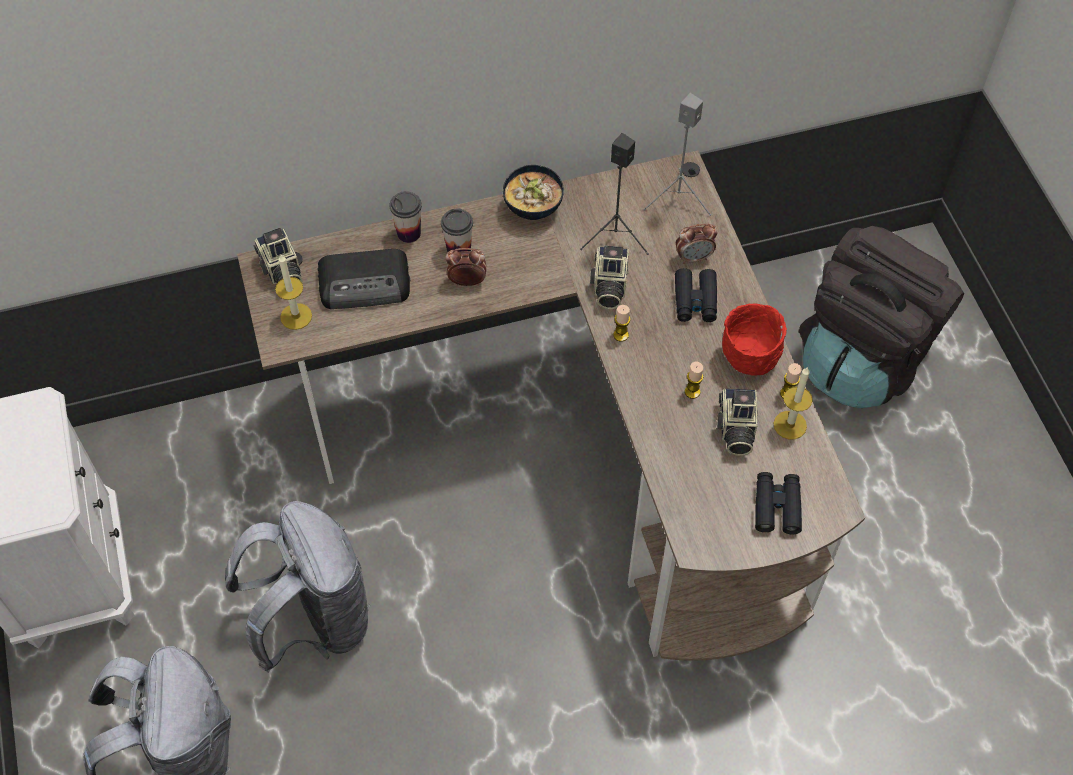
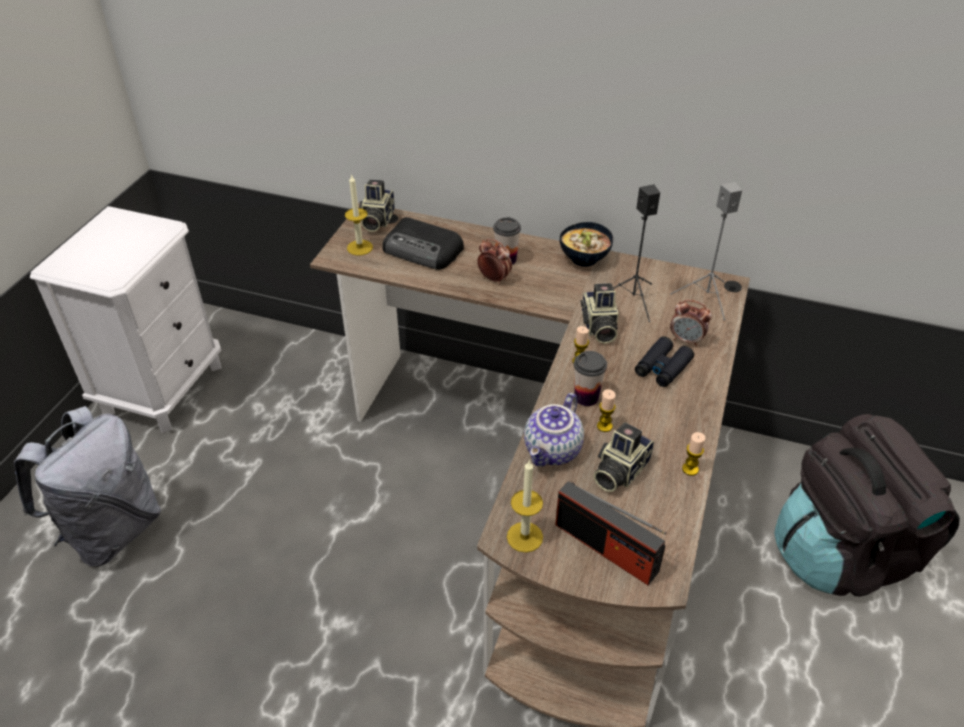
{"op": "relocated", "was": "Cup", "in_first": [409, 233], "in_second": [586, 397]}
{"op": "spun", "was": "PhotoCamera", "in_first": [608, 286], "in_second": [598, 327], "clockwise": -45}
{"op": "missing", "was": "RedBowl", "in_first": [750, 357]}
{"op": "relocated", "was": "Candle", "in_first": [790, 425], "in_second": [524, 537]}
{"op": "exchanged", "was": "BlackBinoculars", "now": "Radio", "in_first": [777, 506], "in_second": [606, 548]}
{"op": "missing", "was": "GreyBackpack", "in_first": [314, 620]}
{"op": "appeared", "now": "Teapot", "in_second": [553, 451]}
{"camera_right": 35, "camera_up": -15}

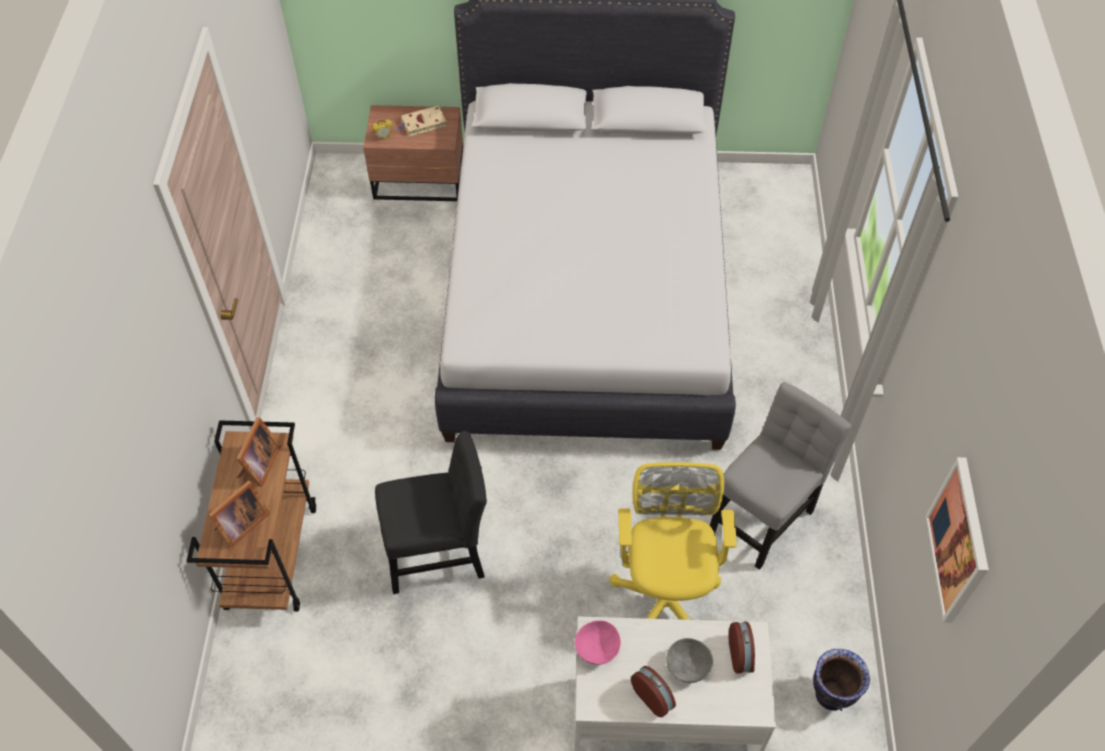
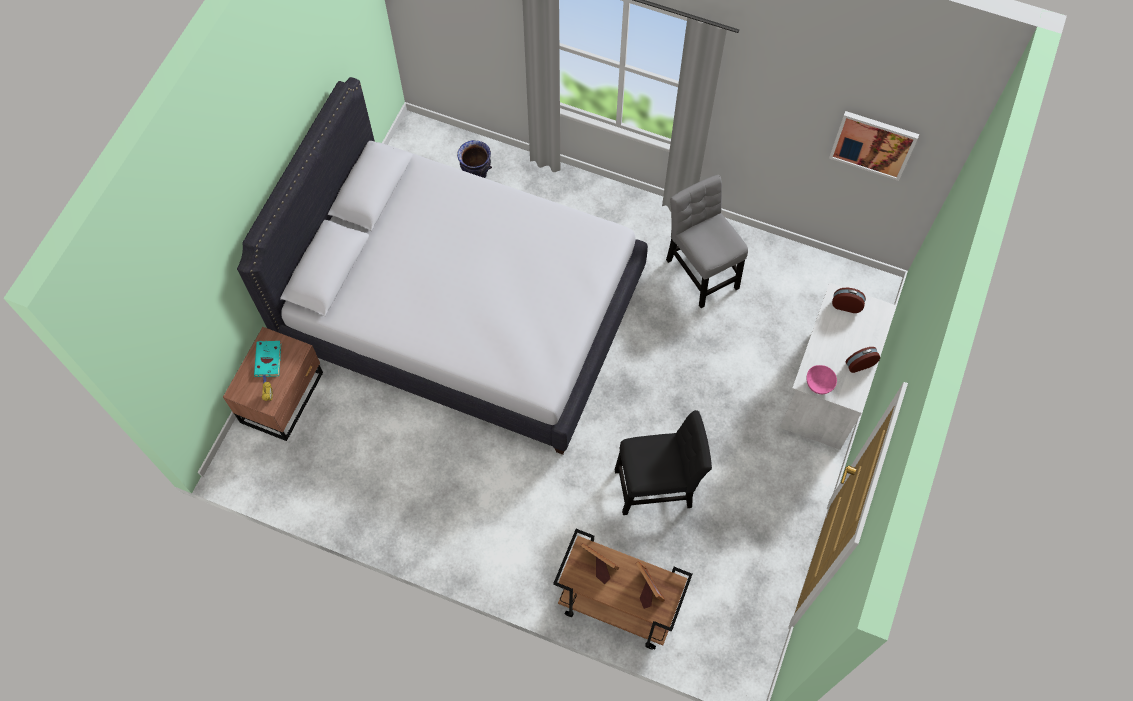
{"op": "colour", "was": "BeigeBook", "now": "TurquoiseBook", "in_first": [422, 123], "in_second": [268, 361]}
{"op": "spun", "was": "BlackChair", "in_first": [439, 554], "in_second": [657, 486], "clockwise": 75}
{"op": "missing", "was": "YellowOfficeChair", "in_first": [665, 597]}
{"op": "missing", "was": "GreyBowl", "in_first": [686, 667]}
{"op": "relocated", "was": "Vase", "in_first": [831, 695], "in_second": [477, 174]}
{"camera_right": -70, "camera_up": 10}

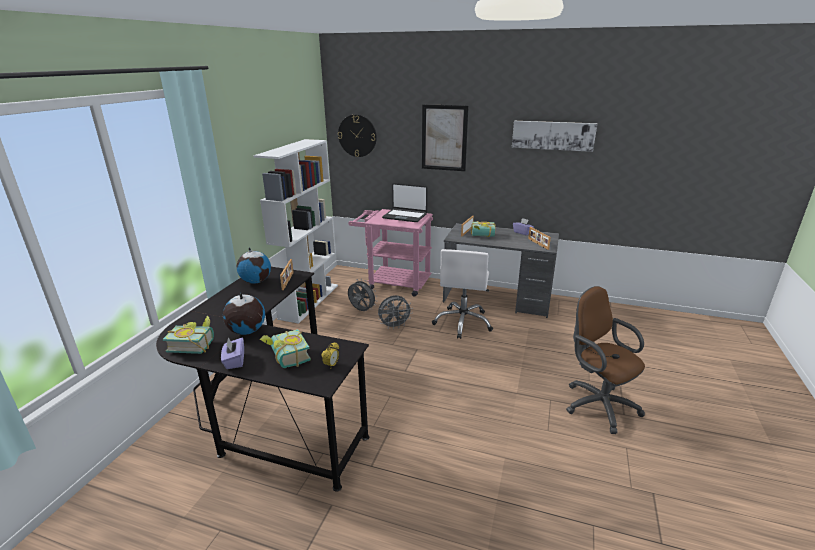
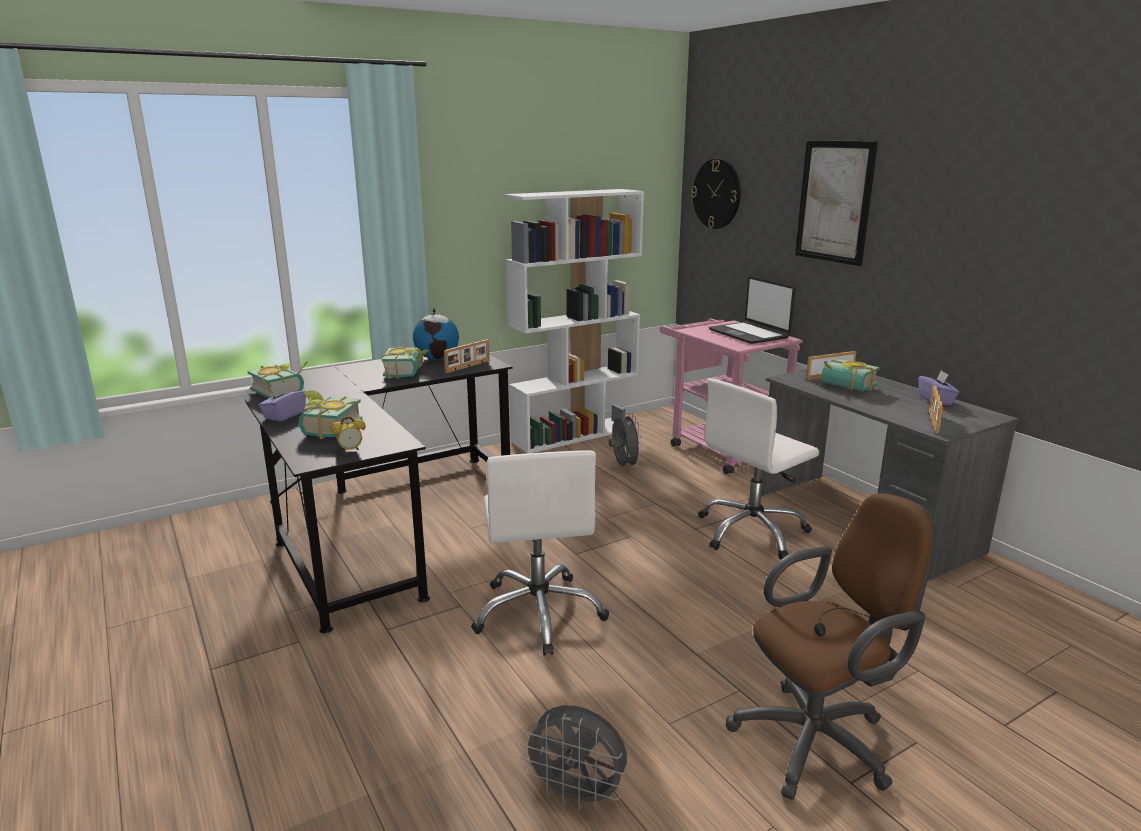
{"op": "missing", "was": "Picture", "in_first": [553, 135]}
{"op": "spun", "was": "BrownOfficeChair", "in_first": [597, 404], "in_second": [819, 739], "clockwise": 60}
{"op": "missing", "was": "Globe", "in_first": [247, 331]}
{"op": "relocated", "was": "GreyFan", "in_first": [394, 326], "in_second": [577, 795]}
{"op": "appeared", "now": "Book", "in_second": [408, 373]}
{"op": "appeared", "now": "WhiteOfficeChair", "in_second": [539, 613]}
{"camera_right": 40, "camera_up": -5}

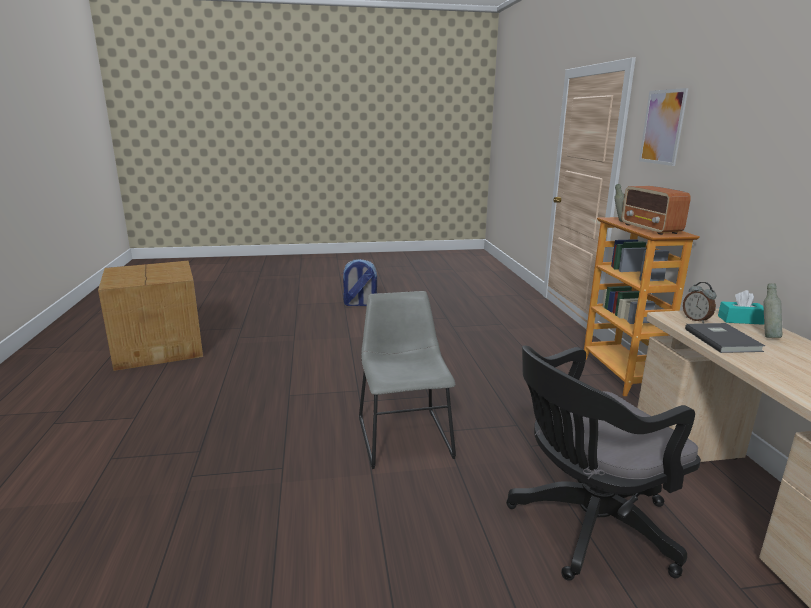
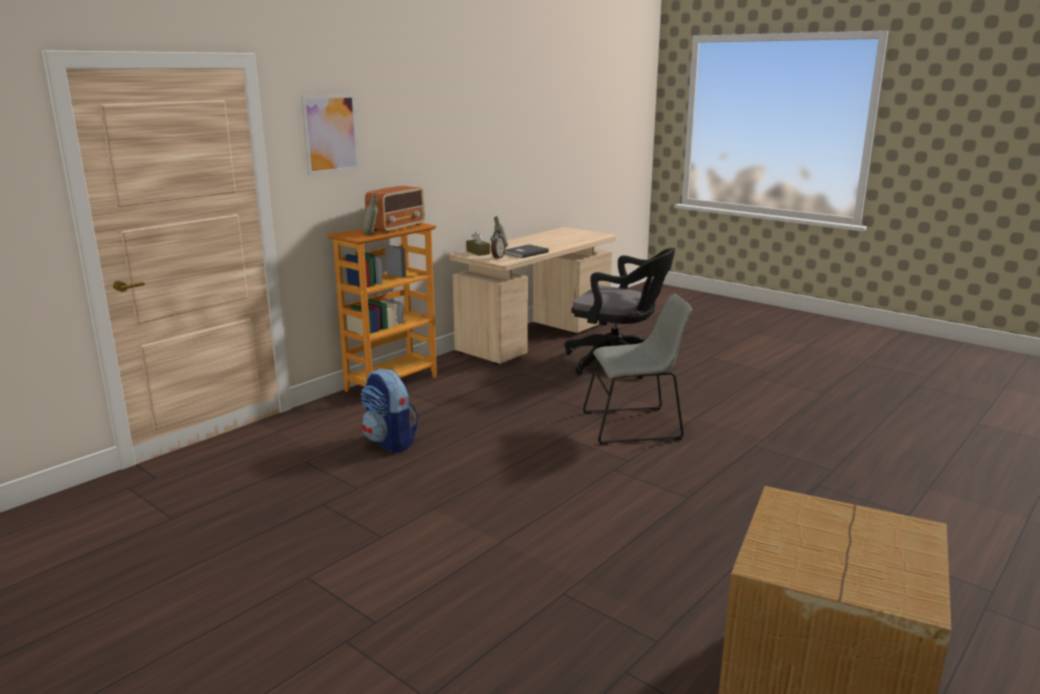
{"op": "relocated", "was": "Backpack", "in_first": [359, 304], "in_second": [390, 442]}
{"op": "colour", "was": "TurquoiseTissueBox", "now": "BrownTissueBox", "in_first": [740, 320], "in_second": [478, 252]}
{"op": "spun", "was": "GreyChair", "in_first": [403, 434], "in_second": [636, 425], "clockwise": -135}
{"camera_right": -130, "camera_up": 0}

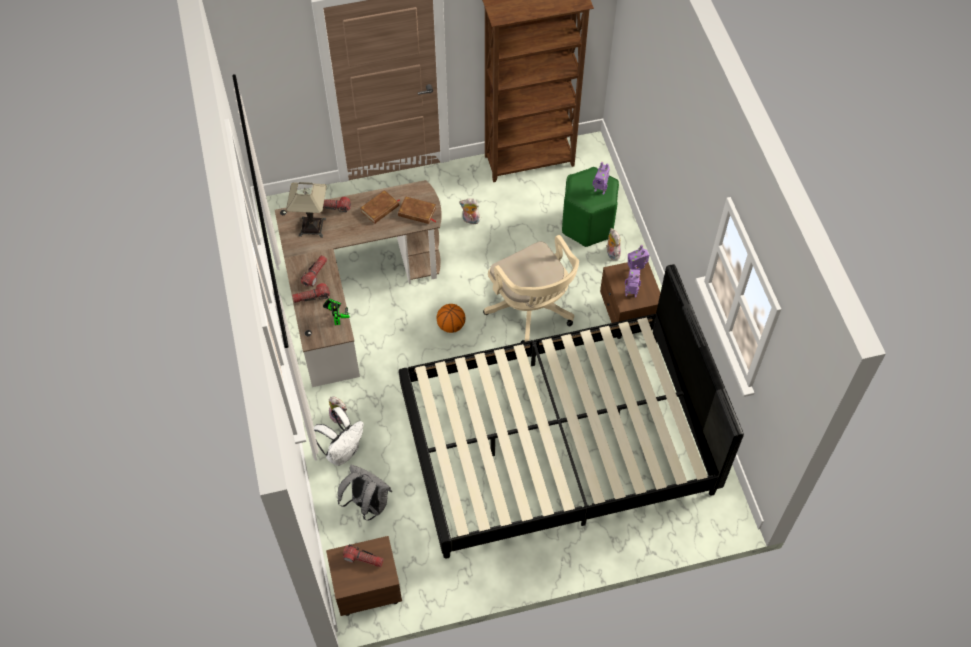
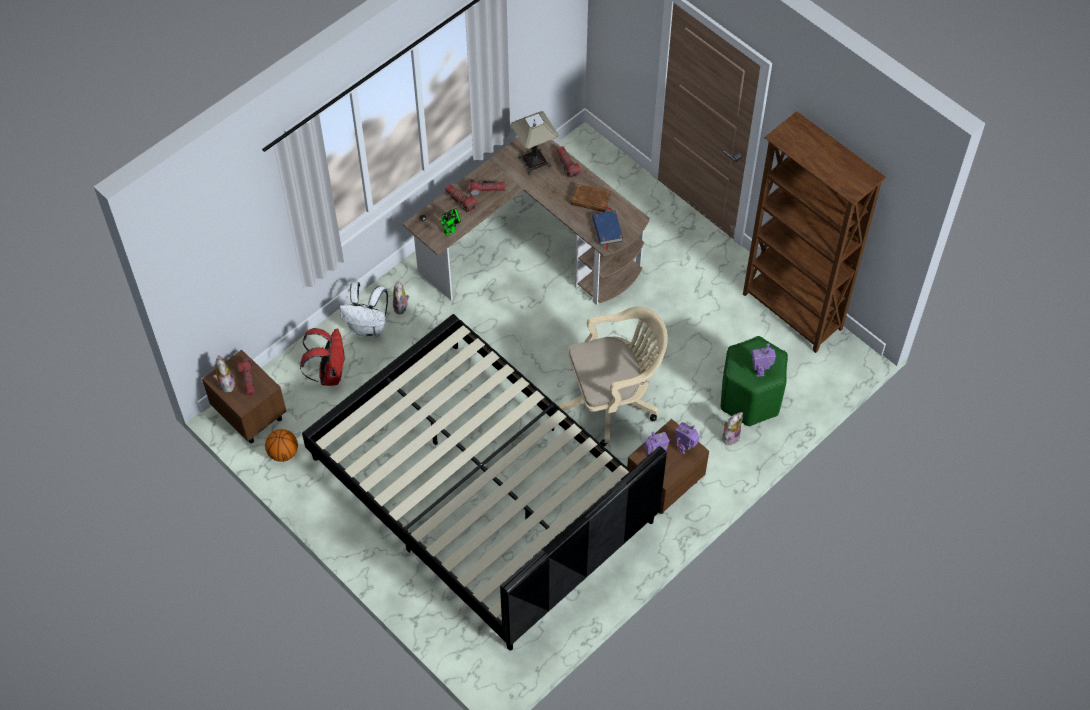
{"op": "colour", "was": "BrownBook", "now": "BlueBook", "in_first": [417, 212], "in_second": [607, 230]}
{"op": "relocated", "was": "PlushToy", "in_first": [470, 220], "in_second": [225, 383]}
{"op": "spun", "was": "BeigeOfficeChair", "in_first": [532, 311], "in_second": [613, 401], "clockwise": -135}
{"op": "relocated", "was": "Basketball", "in_first": [451, 326], "in_second": [283, 453]}
{"op": "colour", "was": "GreyBackpack", "now": "RedBackpack", "in_first": [367, 504], "in_second": [329, 373]}
{"camera_right": 60, "camera_up": 0}

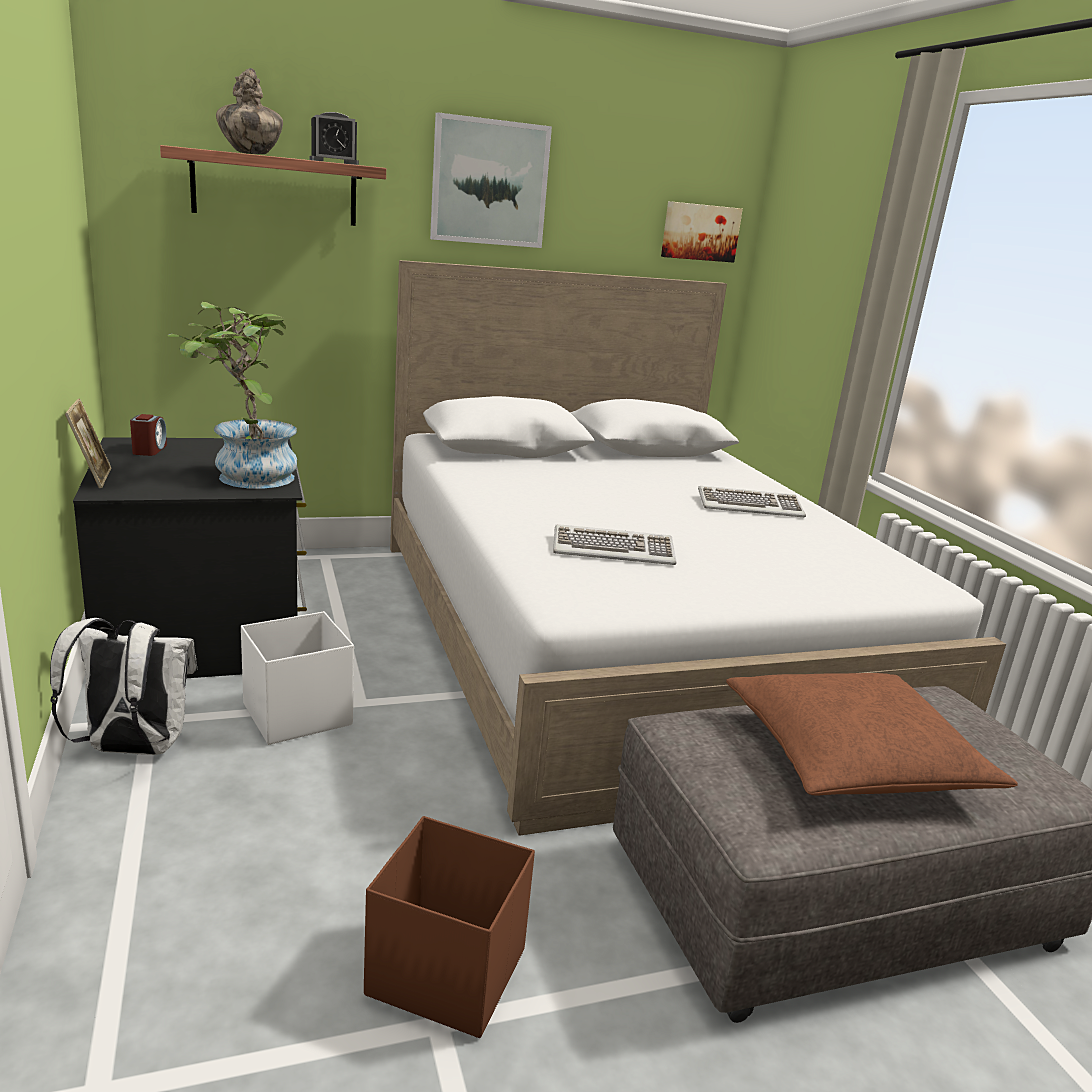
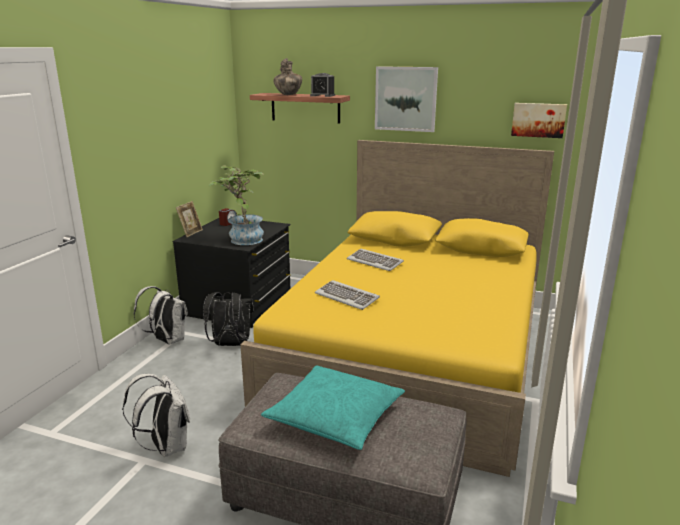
{"op": "colour", "was": "WhiteBed", "now": "YellowBed", "in_first": [625, 640], "in_second": [414, 353]}
{"op": "relocated", "was": "Keyboard", "in_first": [750, 506], "in_second": [375, 262]}
{"op": "exchanged", "was": "WhiteStorageBox", "now": "BlackBackpack", "in_first": [295, 715], "in_second": [230, 344]}
{"op": "colour", "was": "BrownPillow", "now": "TurquoisePillow", "in_first": [852, 756], "in_second": [335, 416]}
{"op": "exchanged", "was": "BrownStorageBox", "now": "WhiteBackpack", "in_first": [445, 971], "in_second": [166, 446]}
{"camera_right": 40, "camera_up": 0}

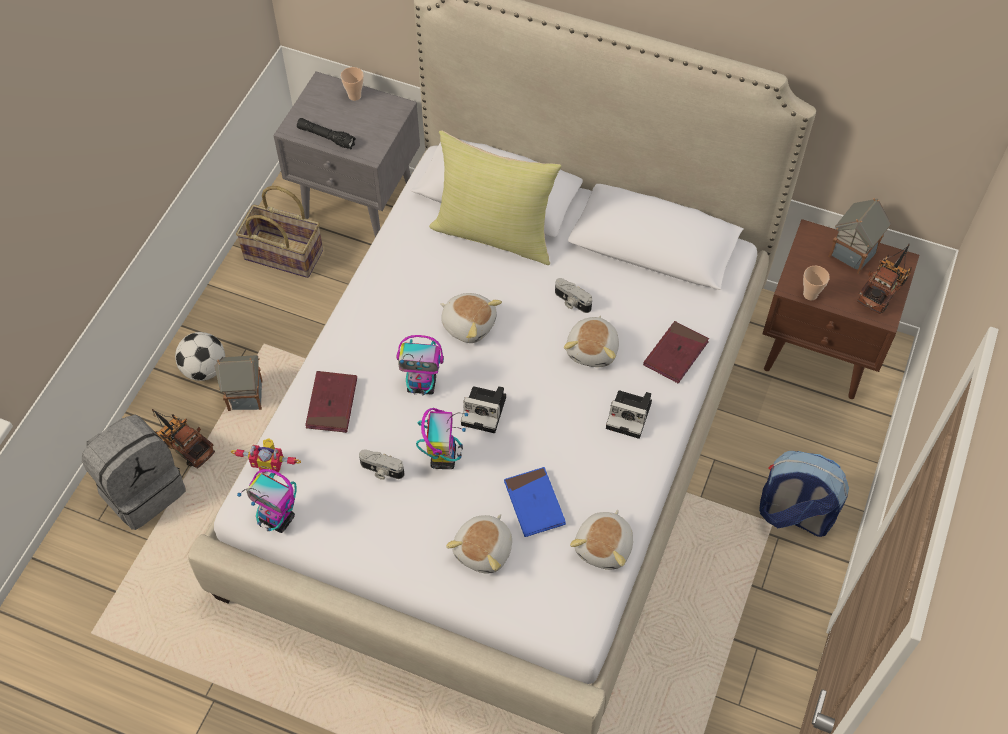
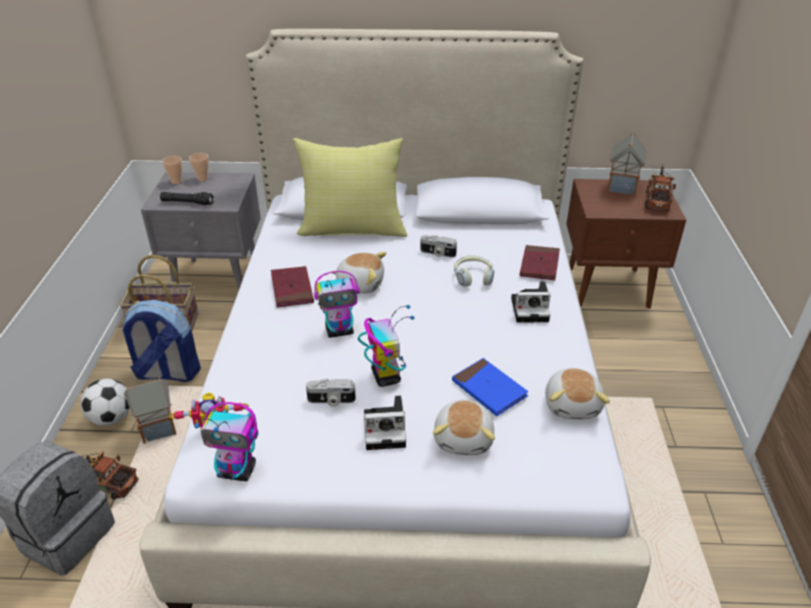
{"op": "relocated", "was": "Cup", "in_first": [810, 294], "in_second": [176, 181]}
{"op": "exchanged", "was": "PlushToy", "now": "Headphones", "in_first": [593, 349], "in_second": [473, 277]}
{"op": "relocated", "was": "RedBook", "in_first": [332, 403], "in_second": [292, 289]}
{"op": "relocated", "was": "PhotoCamera", "in_first": [486, 410], "in_second": [386, 429]}
{"op": "relocated", "was": "Backpack", "in_first": [794, 514], "in_second": [167, 373]}
{"camera_right": -20, "camera_up": -20}

